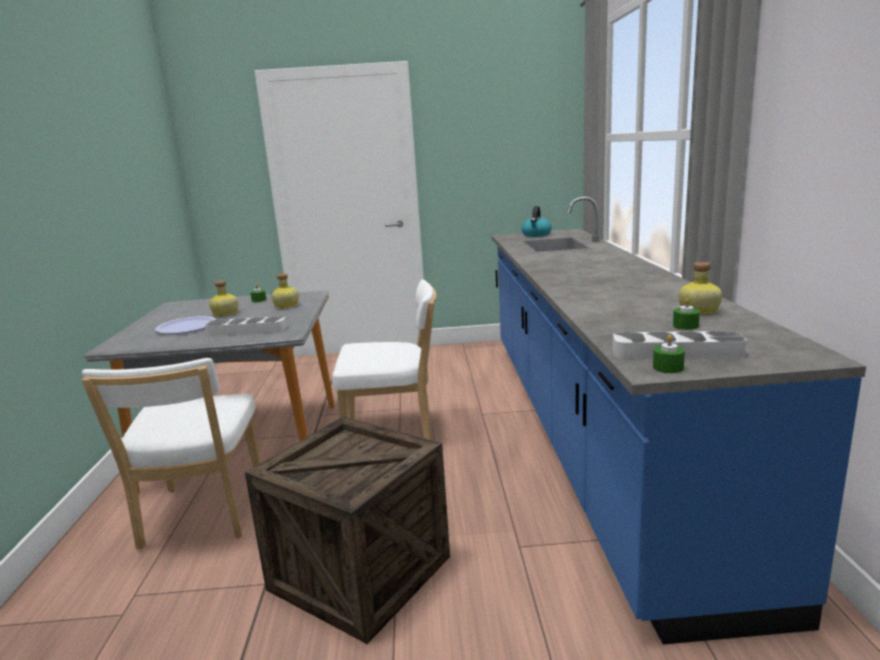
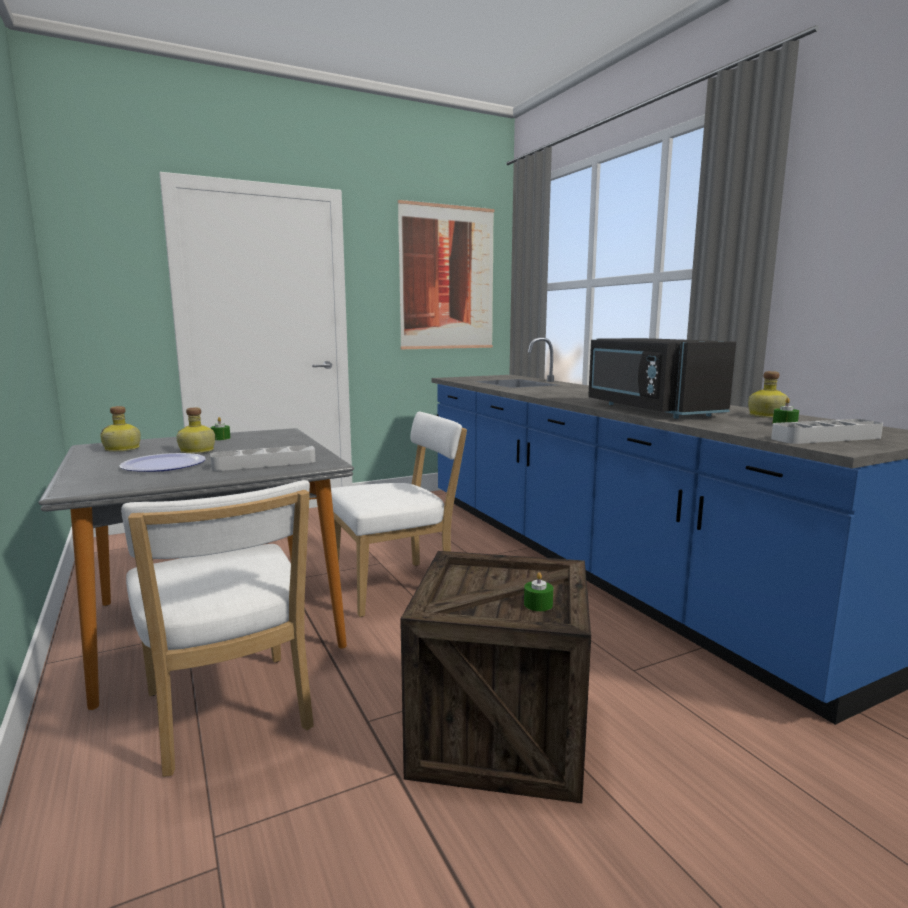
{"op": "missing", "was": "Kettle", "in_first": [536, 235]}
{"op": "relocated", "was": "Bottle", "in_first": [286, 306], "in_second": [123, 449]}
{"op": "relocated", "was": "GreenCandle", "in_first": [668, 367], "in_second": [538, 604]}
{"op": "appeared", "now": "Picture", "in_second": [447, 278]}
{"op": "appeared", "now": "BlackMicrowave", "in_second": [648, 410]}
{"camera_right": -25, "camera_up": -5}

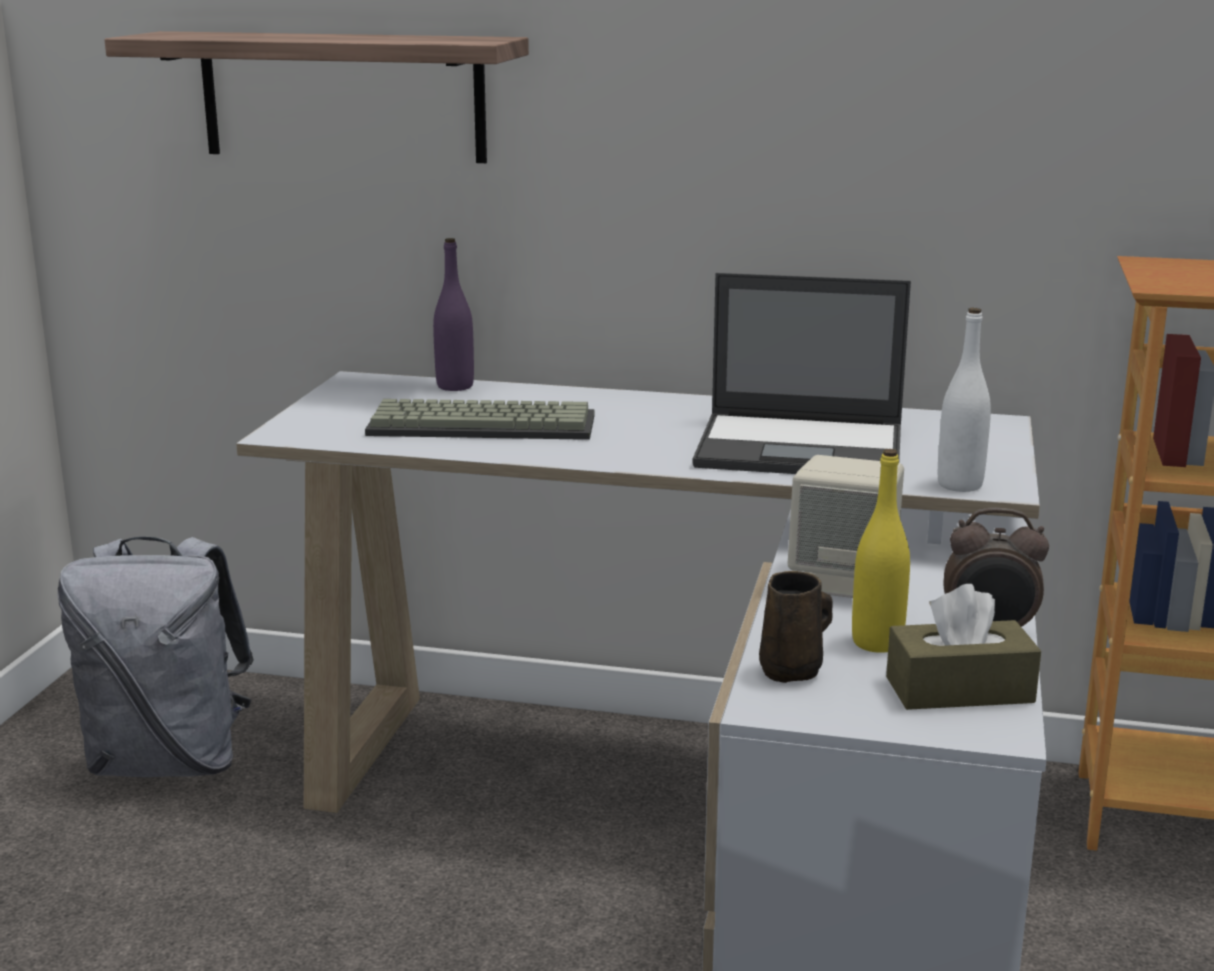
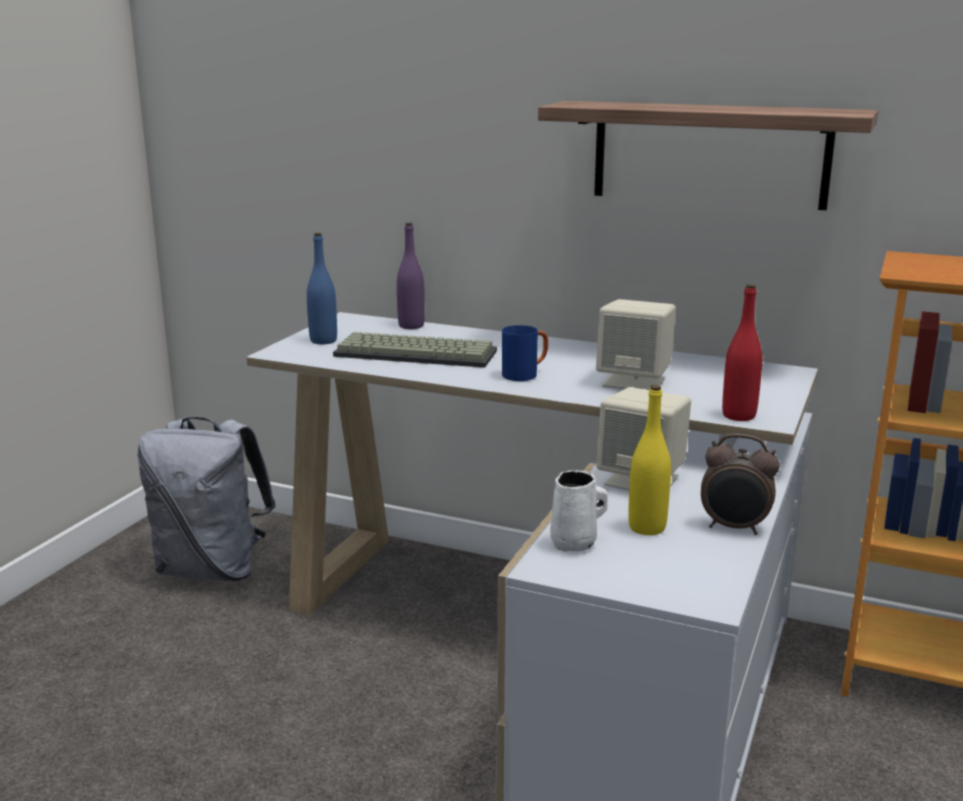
{"op": "relocated", "was": "Shelf", "in_first": [342, 96], "in_second": [709, 154]}
{"op": "exchanged", "was": "Laptop", "now": "BeigeSpeaker", "in_first": [803, 448], "in_second": [635, 382]}
{"op": "colour", "was": "WhiteBottle", "now": "RedBottle", "in_first": [959, 485], "in_second": [739, 415]}
{"op": "colour", "was": "BrownMug", "now": "WhiteMug", "in_first": [793, 670], "in_second": [576, 543]}
{"op": "missing", "was": "BrownTissueBox", "in_first": [959, 690]}
{"op": "appeared", "now": "BlueBottle", "in_second": [323, 341]}
{"op": "appeared", "now": "BlueMug", "in_second": [525, 375]}
{"camera_right": 10, "camera_up": 0}

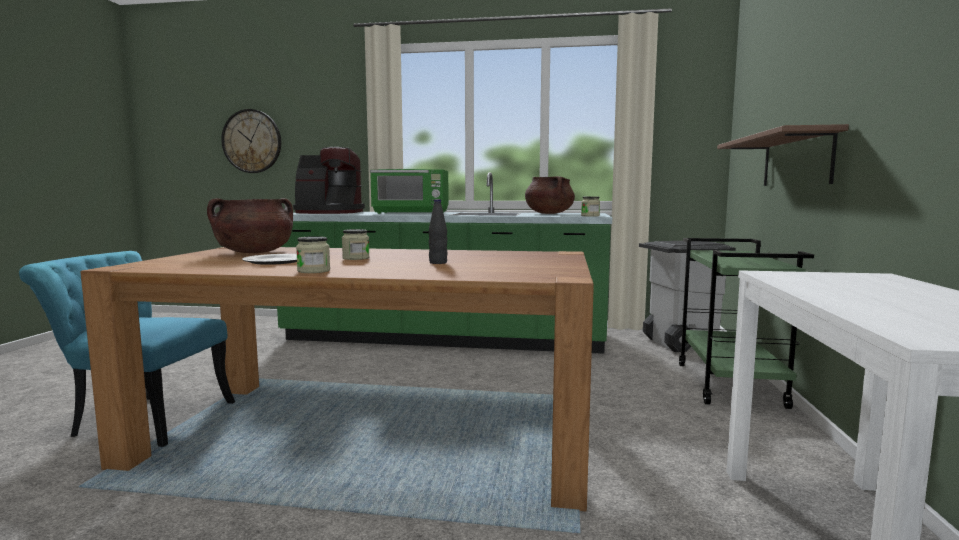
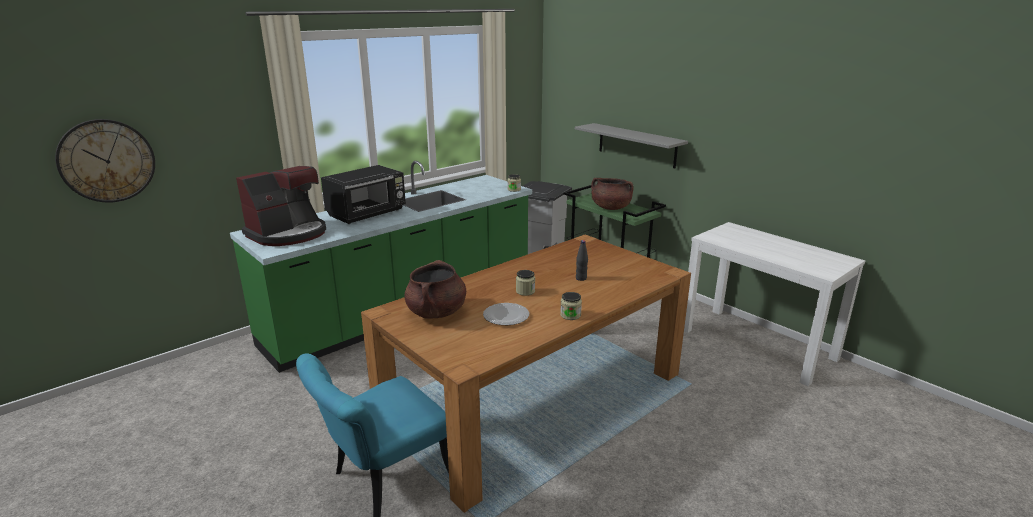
{"op": "colour", "was": "BrownShelf", "now": "GreyShelf", "in_first": [796, 160], "in_second": [636, 145]}
{"op": "colour", "was": "GreenMicrowave", "now": "BlackMicrowave", "in_first": [412, 213], "in_second": [367, 213]}
{"op": "relocated", "was": "BrownCookingPot", "in_first": [549, 213], "in_second": [610, 208]}
{"camera_right": -50, "camera_up": 15}

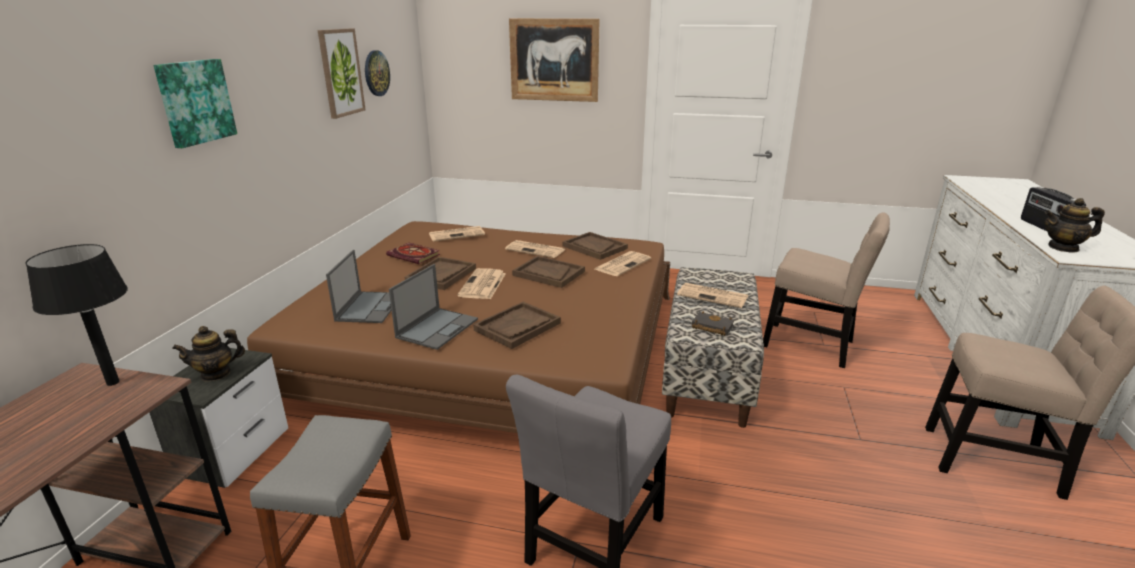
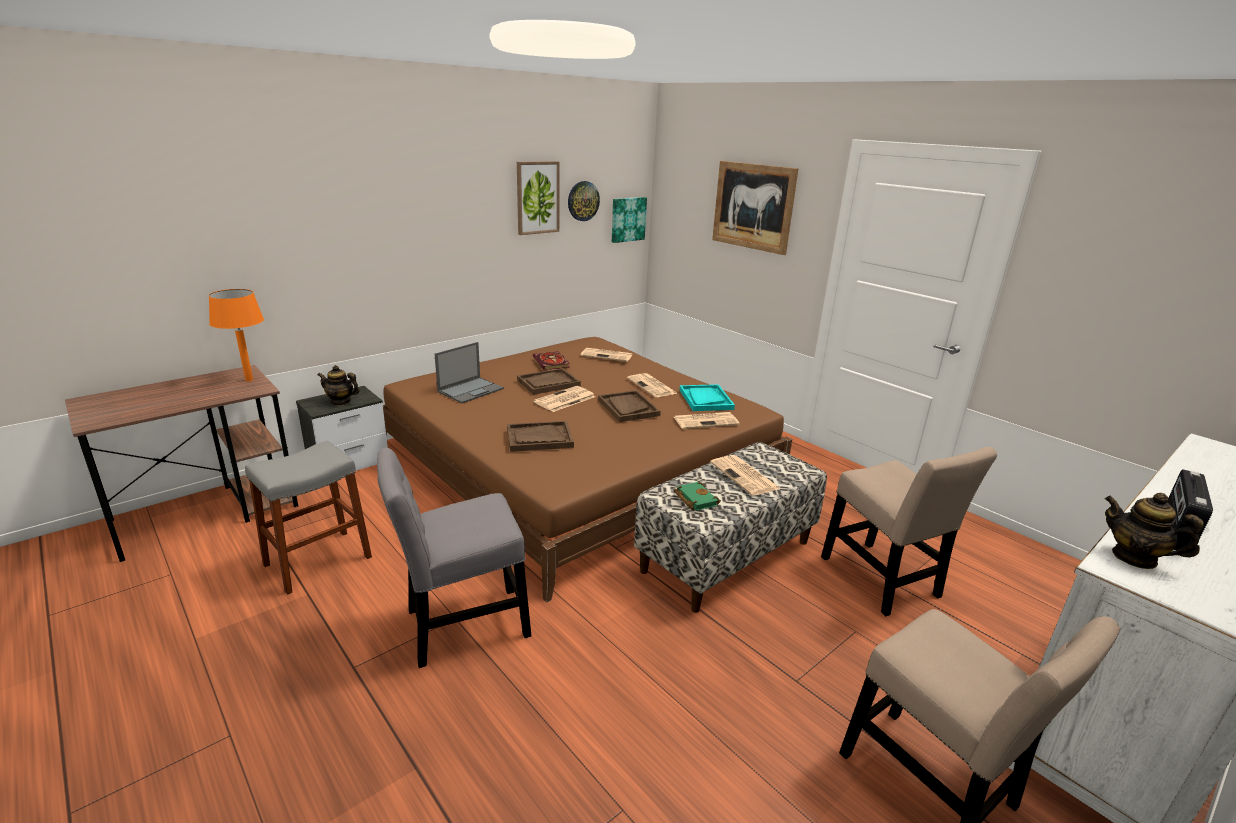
{"op": "relocated", "was": "Picture", "in_first": [195, 102], "in_second": [627, 219]}
{"op": "colour", "was": "BrownTray", "now": "TurquoiseTray", "in_first": [594, 247], "in_second": [705, 399]}
{"op": "colour", "was": "BlackTableLamp", "now": "OrangeTableLamp", "in_first": [112, 383], "in_second": [248, 380]}
{"op": "missing", "was": "Laptop", "in_first": [437, 328]}
{"op": "colour", "was": "BlackBook", "now": "GreenBook", "in_first": [711, 327], "in_second": [694, 499]}
{"camera_right": 35, "camera_up": 0}

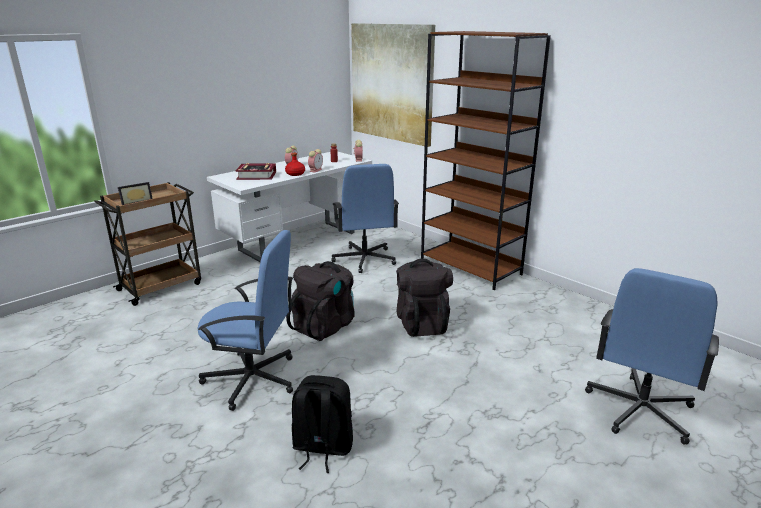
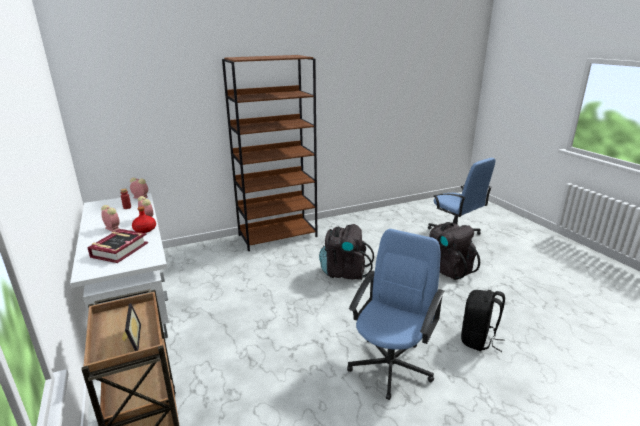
{"op": "missing", "was": "Picture", "in_first": [392, 83]}
{"op": "missing", "was": "BlueOfficeChair", "in_first": [364, 259]}
{"op": "relocated", "was": "BlackBackpack", "in_first": [325, 325], "in_second": [448, 269]}
{"camera_right": -70, "camera_up": 0}

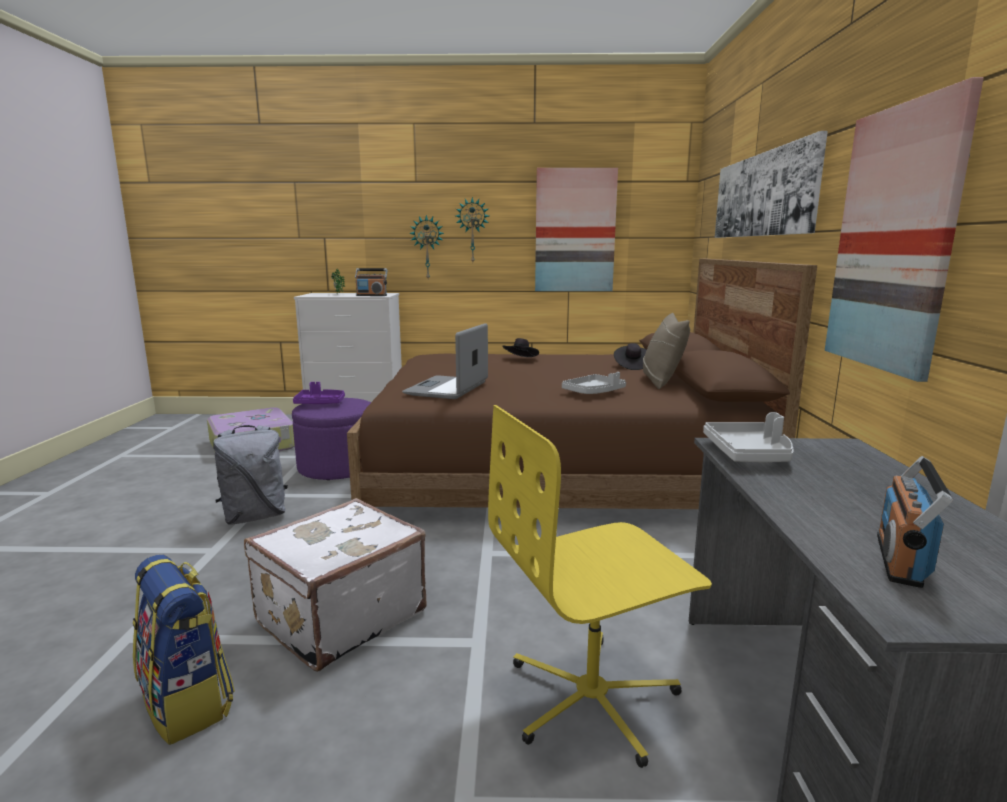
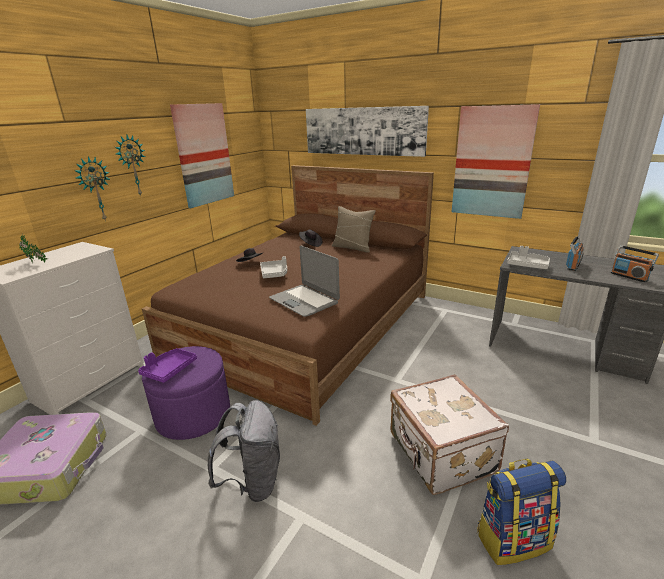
{"op": "relocated", "was": "Radio", "in_first": [371, 295], "in_second": [573, 265]}
{"op": "relocated", "was": "GreyTray", "in_first": [594, 392], "in_second": [274, 273]}
{"op": "missing", "was": "YellowOfficeChair", "in_first": [593, 698]}
{"camera_right": -60, "camera_up": 10}

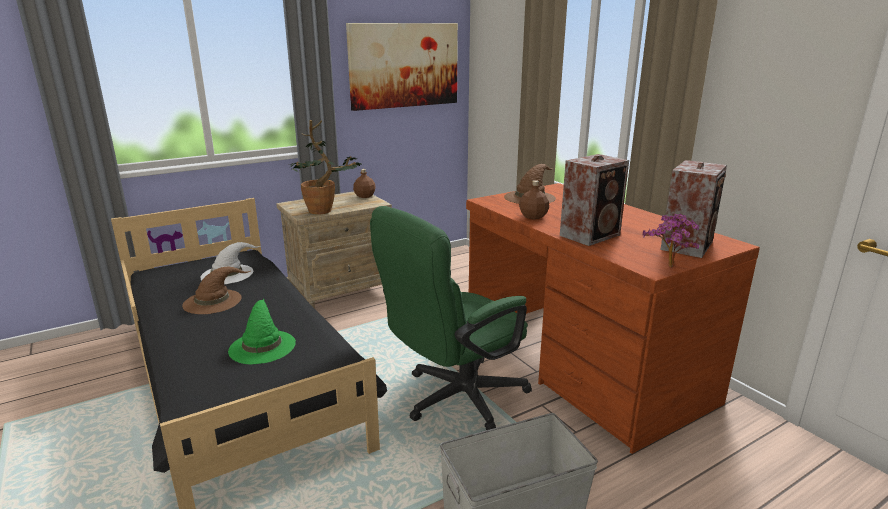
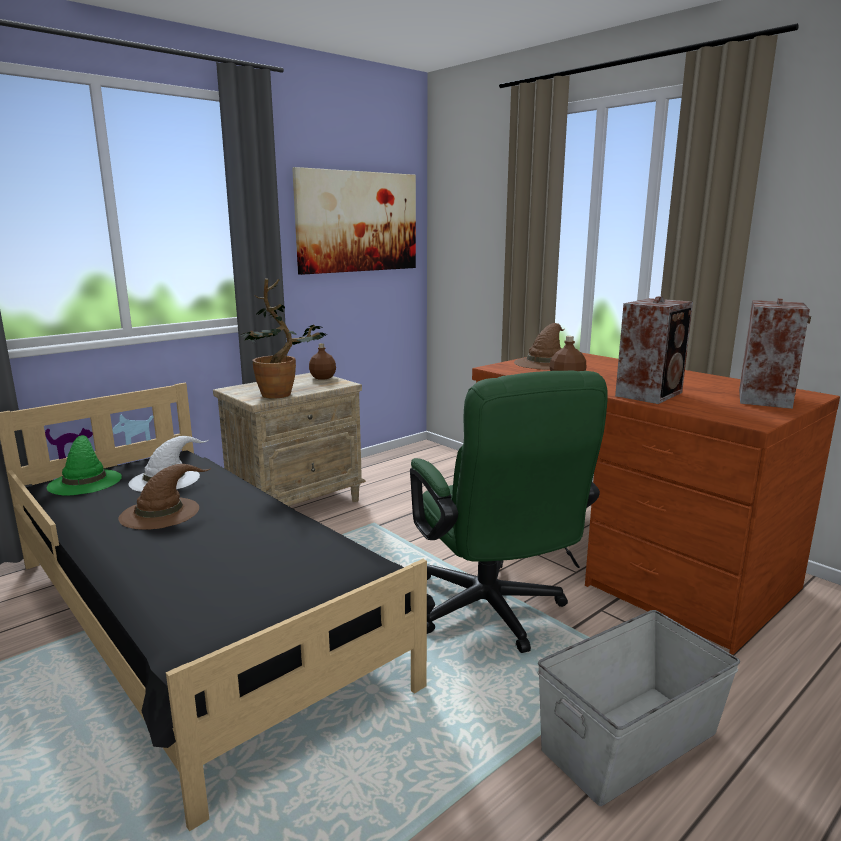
{"op": "spun", "was": "GreenOfficeChair", "in_first": [454, 399], "in_second": [493, 614], "clockwise": -60}
{"op": "missing", "was": "PottedPlant", "in_first": [668, 268]}
{"op": "relocated", "was": "GreenHat", "in_first": [262, 346], "in_second": [84, 481]}
{"camera_right": -10, "camera_up": -5}

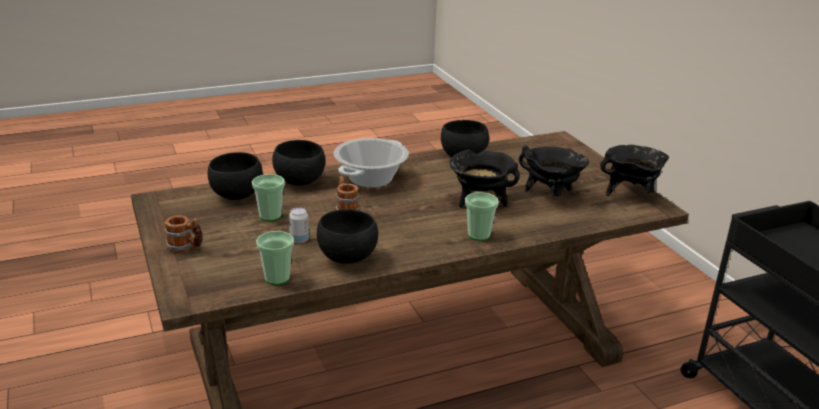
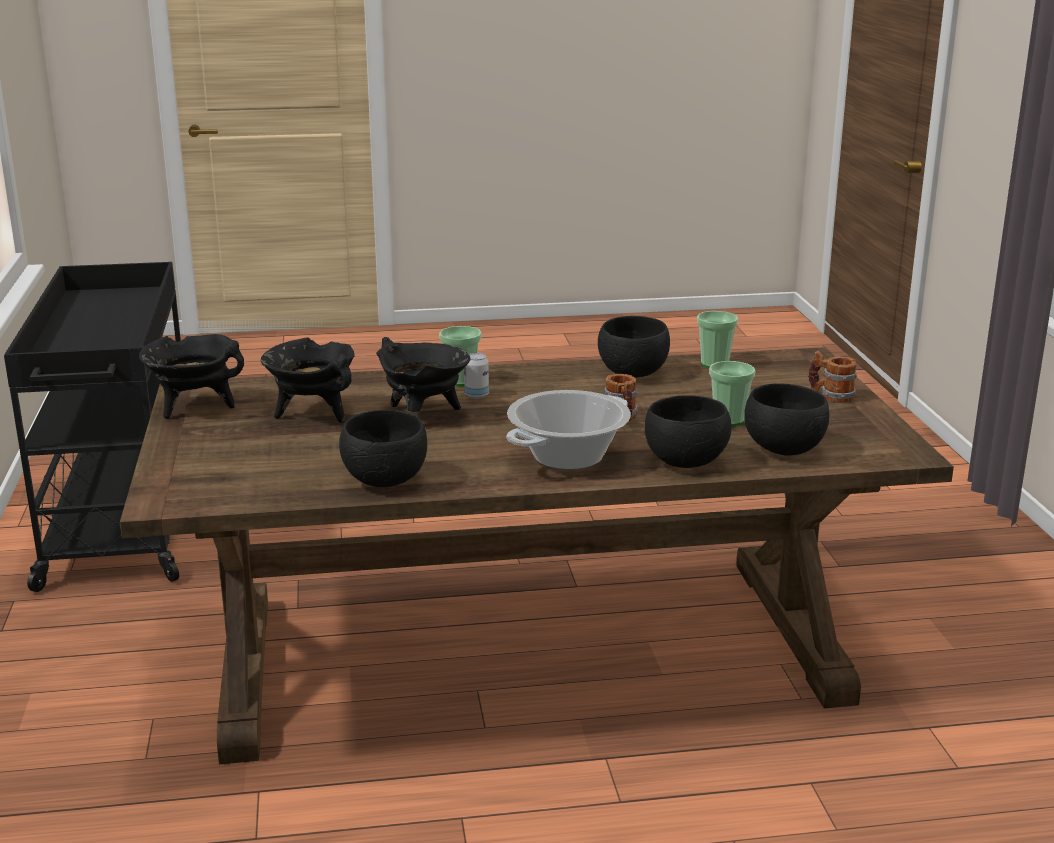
{"op": "relocated", "was": "Can", "in_first": [299, 240], "in_second": [476, 395]}
{"camera_right": -165, "camera_up": -5}

